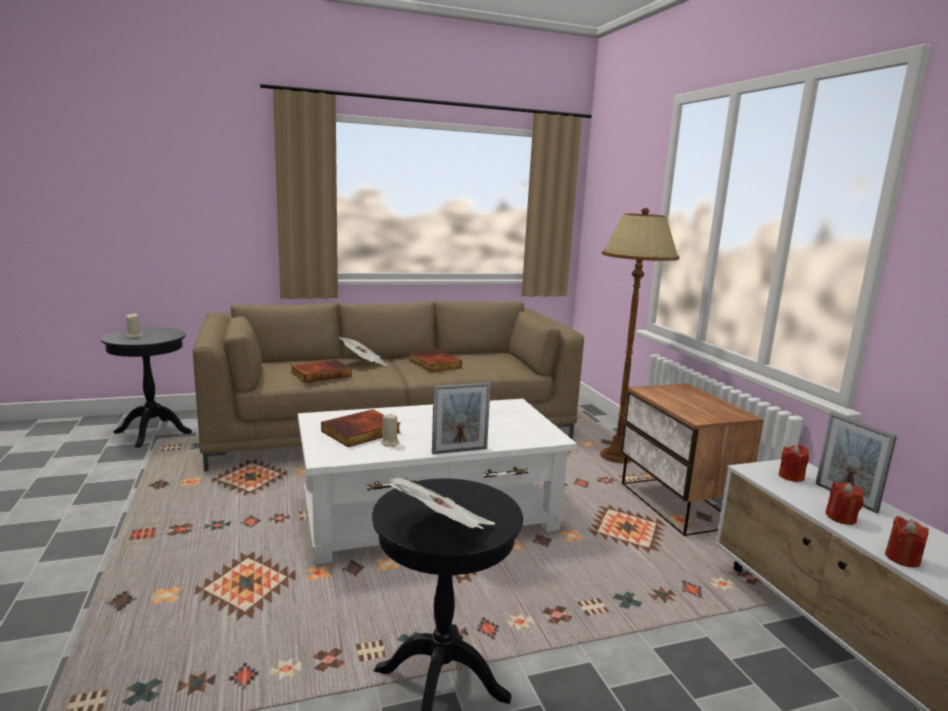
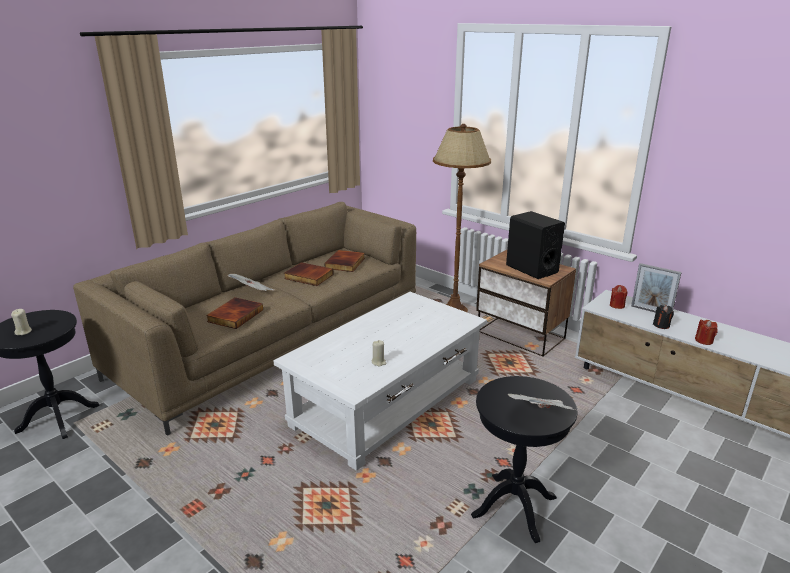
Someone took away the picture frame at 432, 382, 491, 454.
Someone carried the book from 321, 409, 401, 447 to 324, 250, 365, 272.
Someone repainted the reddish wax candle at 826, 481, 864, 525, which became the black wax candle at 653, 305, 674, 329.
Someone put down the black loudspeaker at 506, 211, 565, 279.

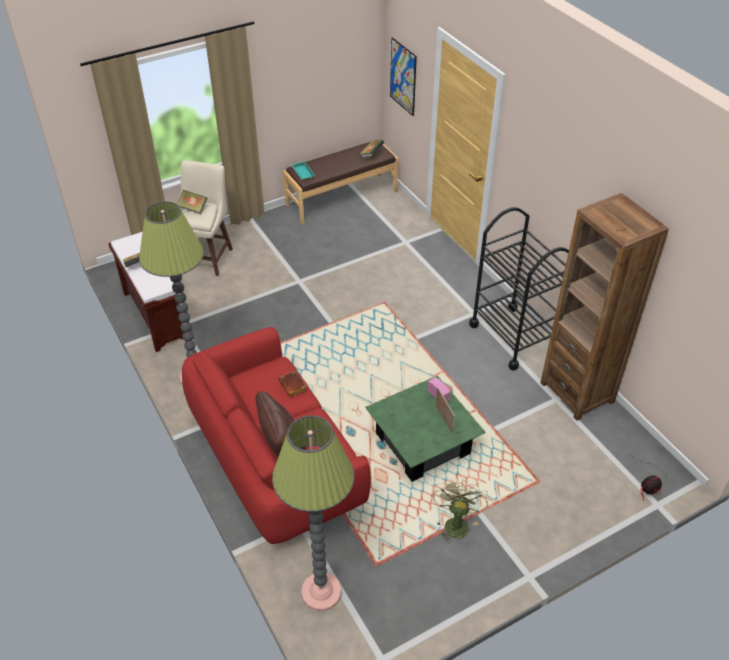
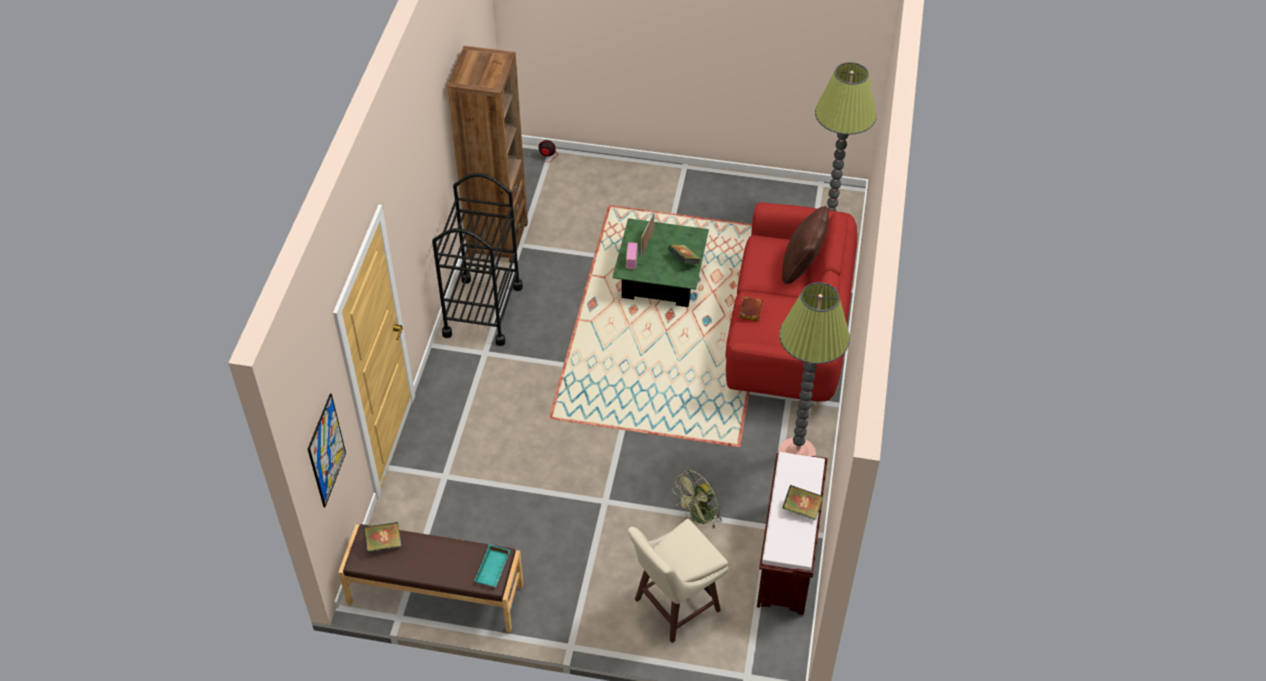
Someone carried the book from 177, 190, 207, 214 to 667, 245, 701, 264.
Someone carried the greenish fan from 433, 479, 488, 544 to 672, 470, 722, 528.

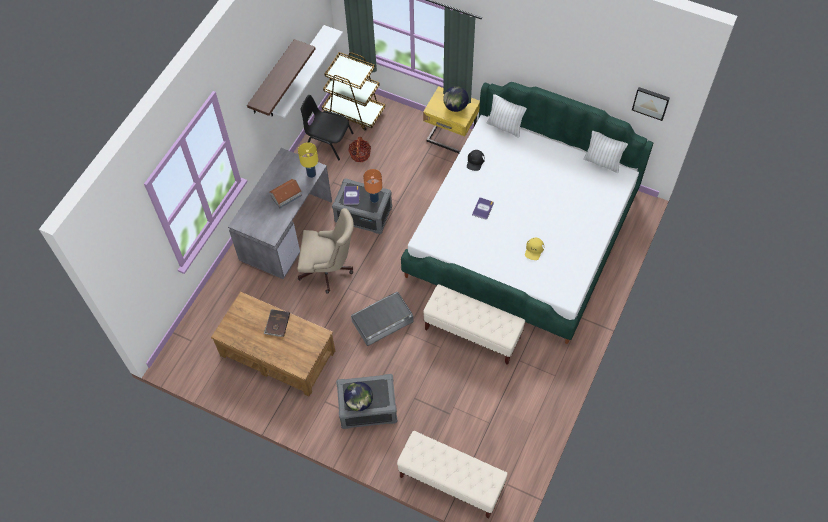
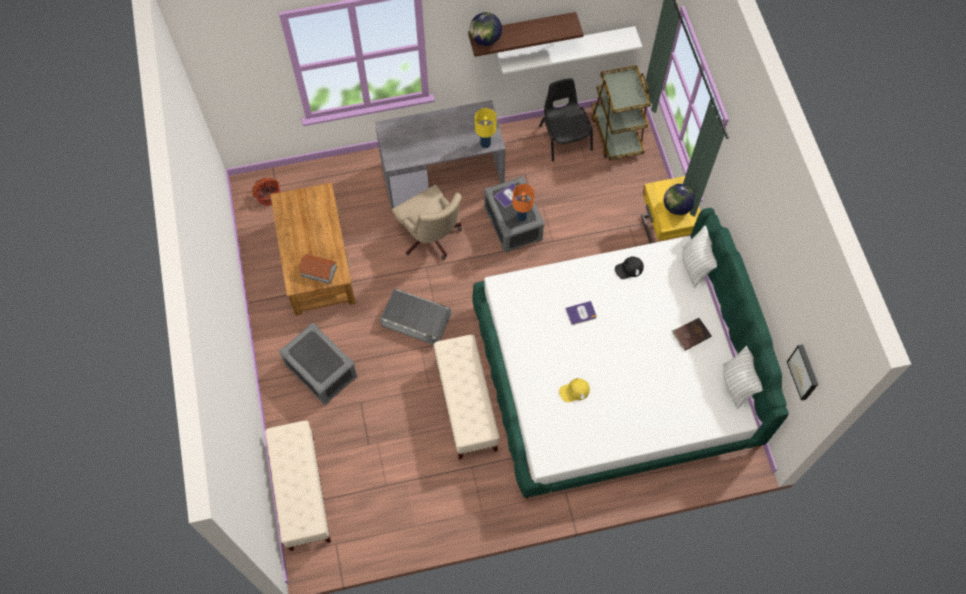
Someone carried the household basket from 348, 137, 371, 162 to 252, 178, 280, 206.
Someone carried the toy house from 269, 179, 302, 208 to 299, 254, 337, 284.
Someone carried the brown book from 264, 309, 290, 337 to 672, 318, 712, 351.
Someone carried the desk globe from 344, 382, 373, 411 to 470, 12, 502, 46.

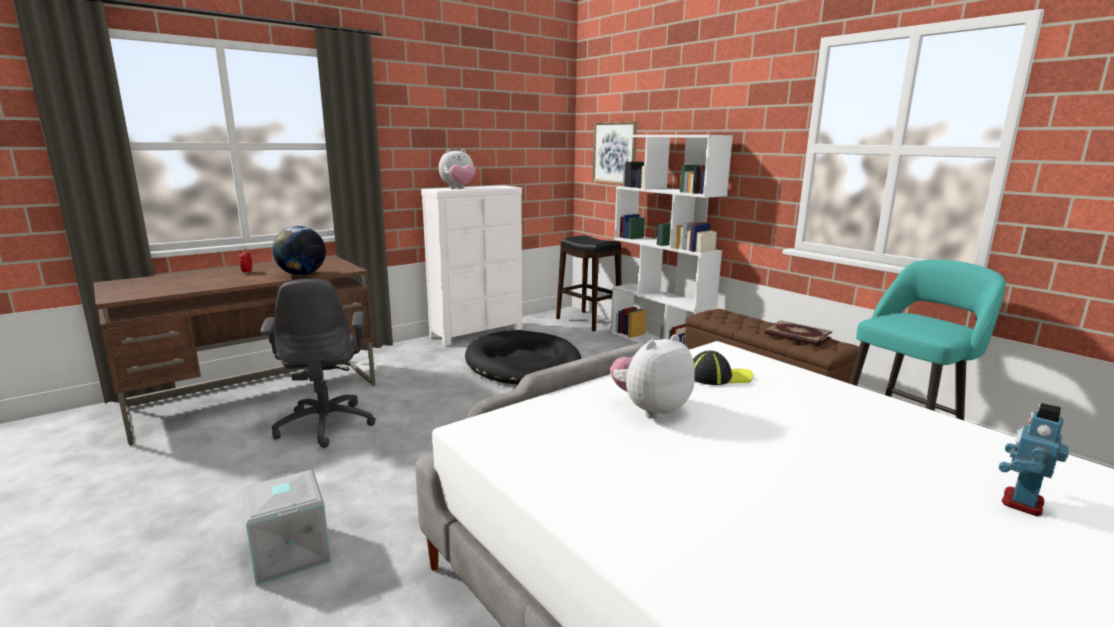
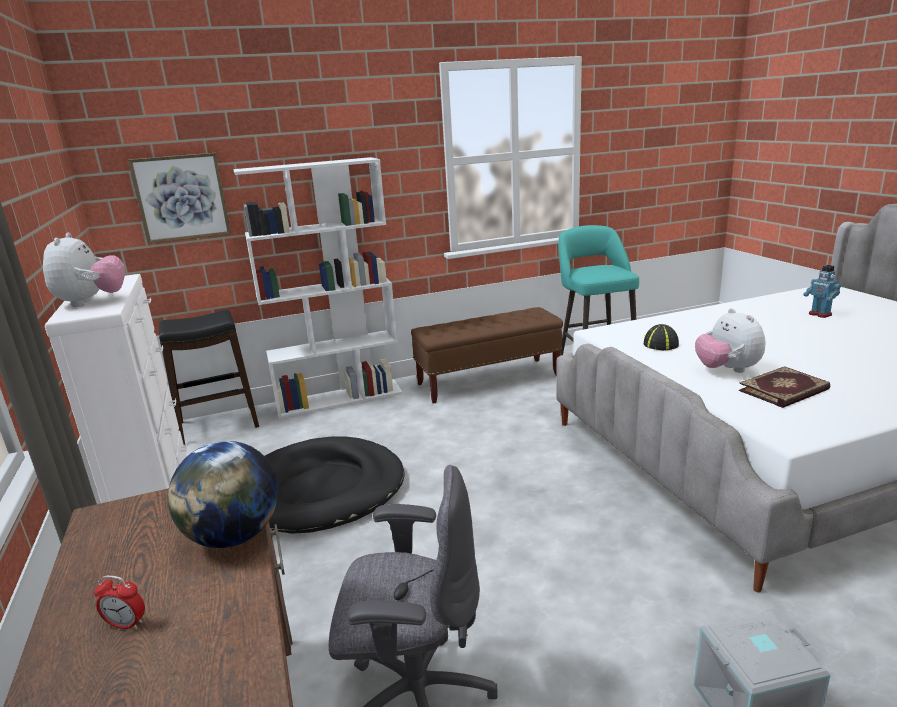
Someone carried the book from 765, 320, 833, 346 to 739, 366, 831, 408.

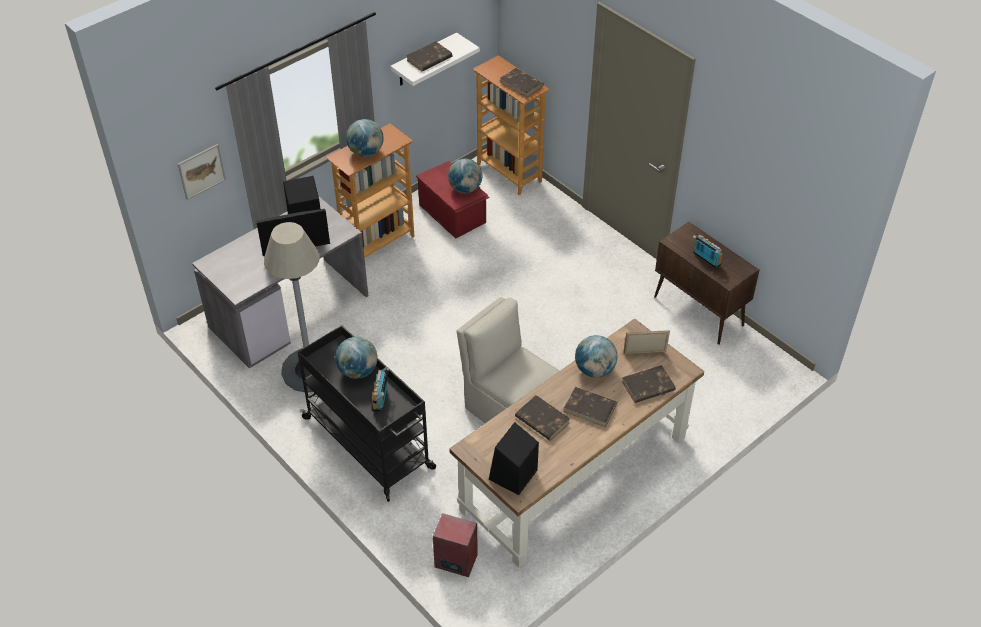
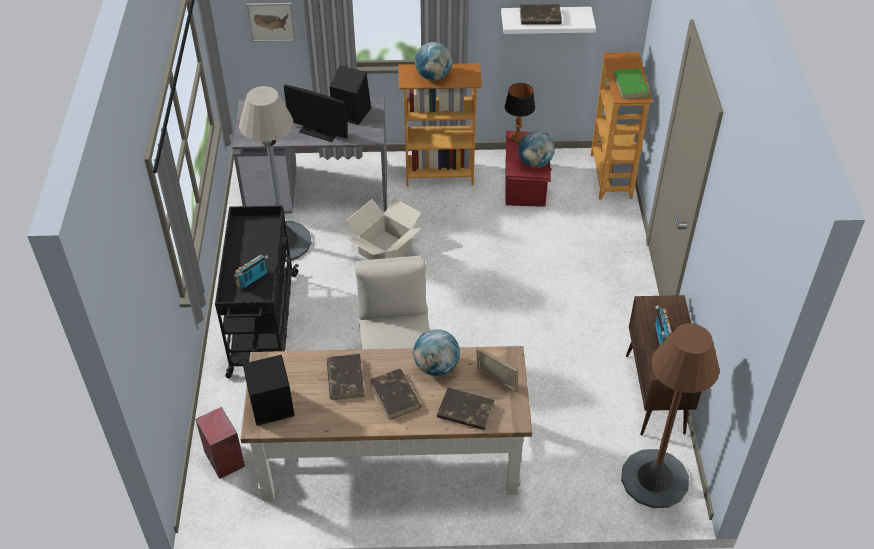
Someone repainted the brown book at 500, 68, 544, 98, which became the greenish book at 613, 69, 650, 99.
Someone took away the desk globe at 335, 337, 378, 379.
Someone put down the tabletop lamp at 505, 83, 535, 143.
Someone put down the carton at 346, 198, 423, 260.
Someone put down the brown standard lamp at 621, 324, 720, 508.

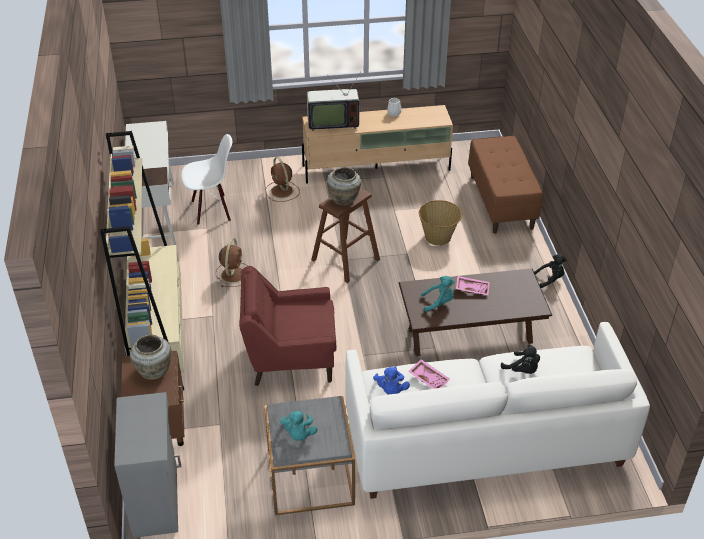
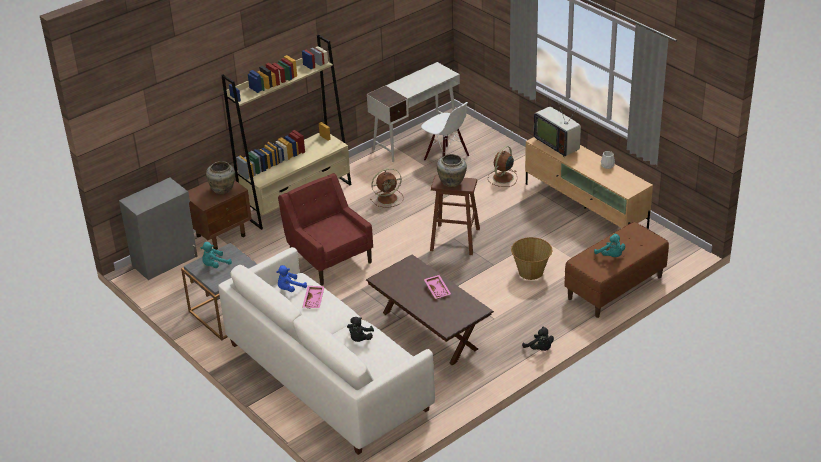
Someone carried the blue-green cuddly toy from 421, 276, 455, 312 to 594, 234, 625, 257.

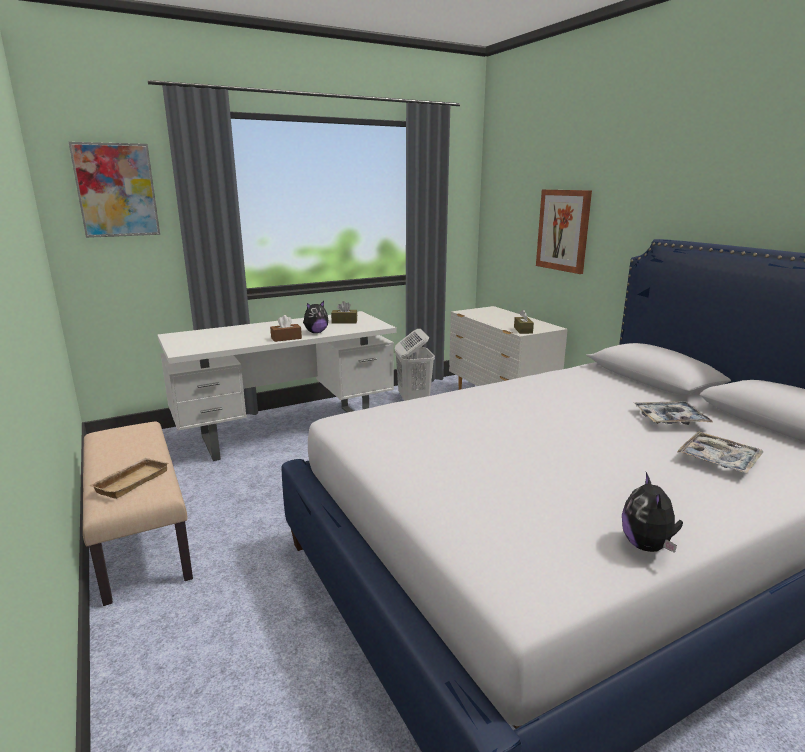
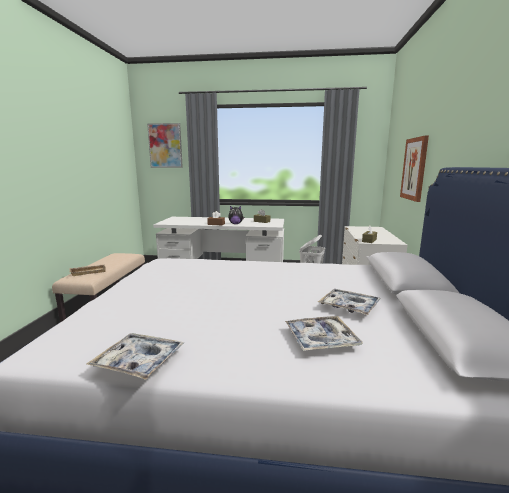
Someone swapped the cuddly toy at 622, 472, 683, 553 for the serving tray at 87, 333, 184, 380.

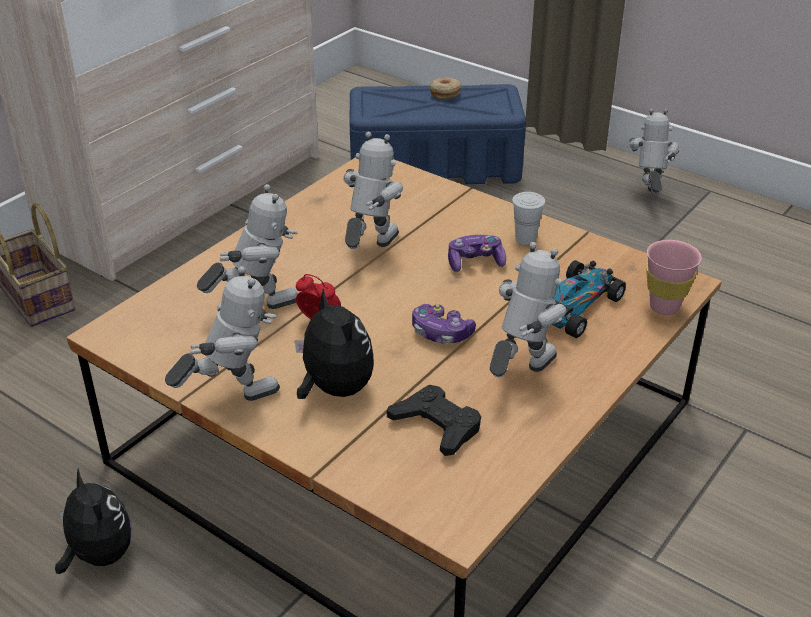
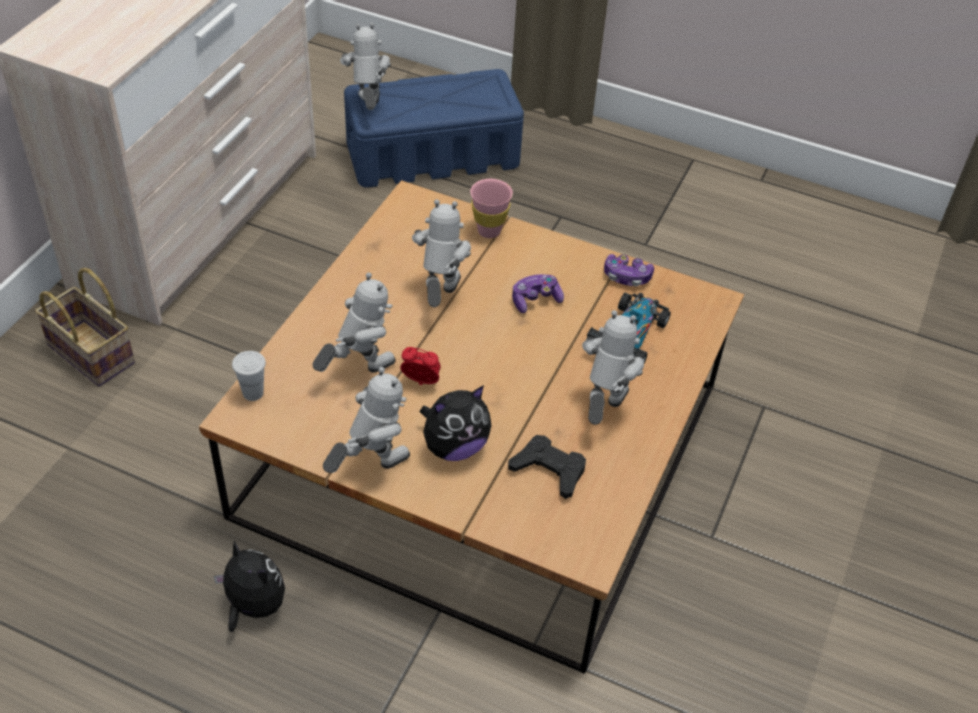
Someone took away the doughnut at 430, 77, 462, 99.
Someone carried the toy robot from 627, 108, 679, 194 to 340, 22, 391, 110.
Someone carried the whitish cup from 512, 192, 546, 245 to 232, 351, 266, 401.
Someone carried the pink cup from 646, 240, 702, 315 to 470, 179, 513, 238.
Someone rotated the cuddly toy at 295, 289, 374, 399 by 105 degrees clockwise.
Someone carried the gamepad from 412, 304, 476, 344 to 604, 254, 654, 286.

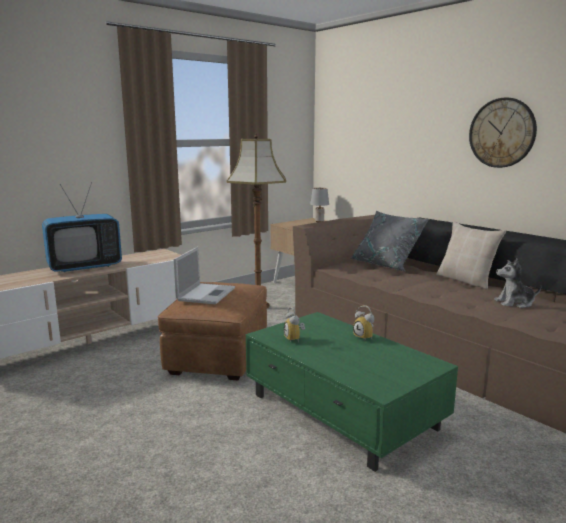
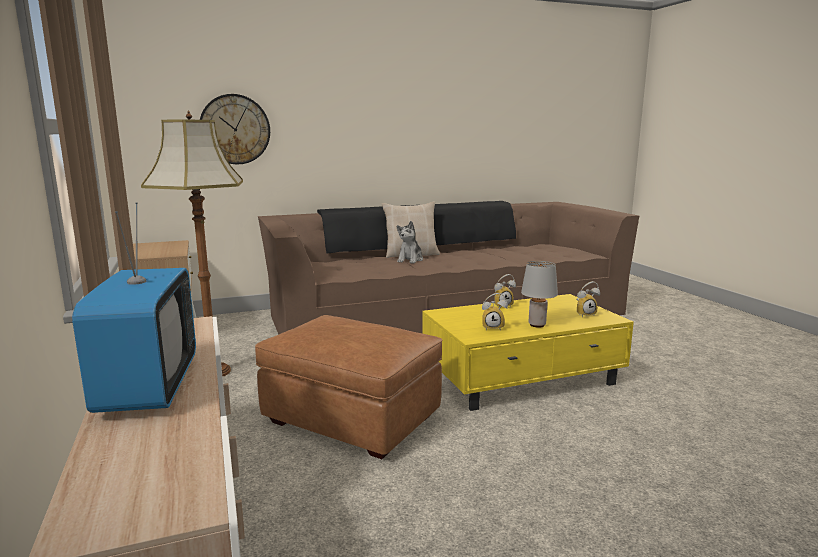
Someone carried the clock on the wall from 469, 98, 537, 168 to 200, 94, 270, 164.
Someone carried the gray tabletop lamp from 311, 188, 329, 222 to 521, 261, 558, 328.
Someone took away the gray cushion at 351, 211, 430, 272.
Someone took away the notebook computer at 173, 247, 235, 304.
Someone carried the cuddly toy from 494, 258, 542, 308 to 397, 221, 423, 263.
Someone repainted the greenish low table at 246, 312, 458, 472, which became the yellow-coloured low table at 422, 294, 634, 411.
Someone put down the bedside clock at 577, 281, 600, 317.

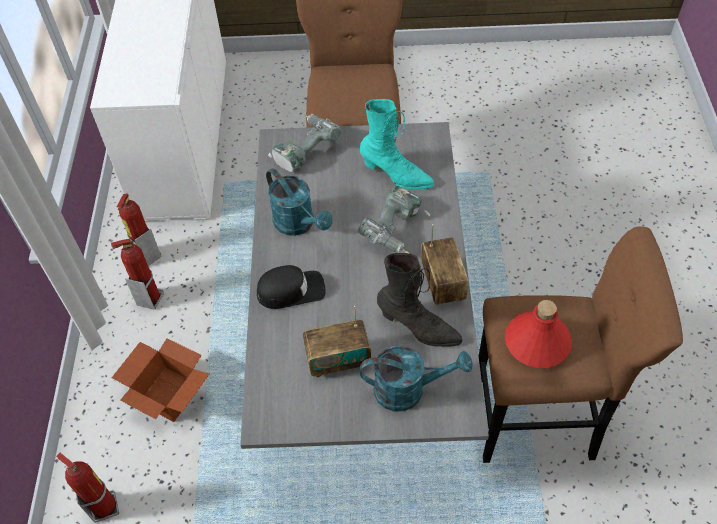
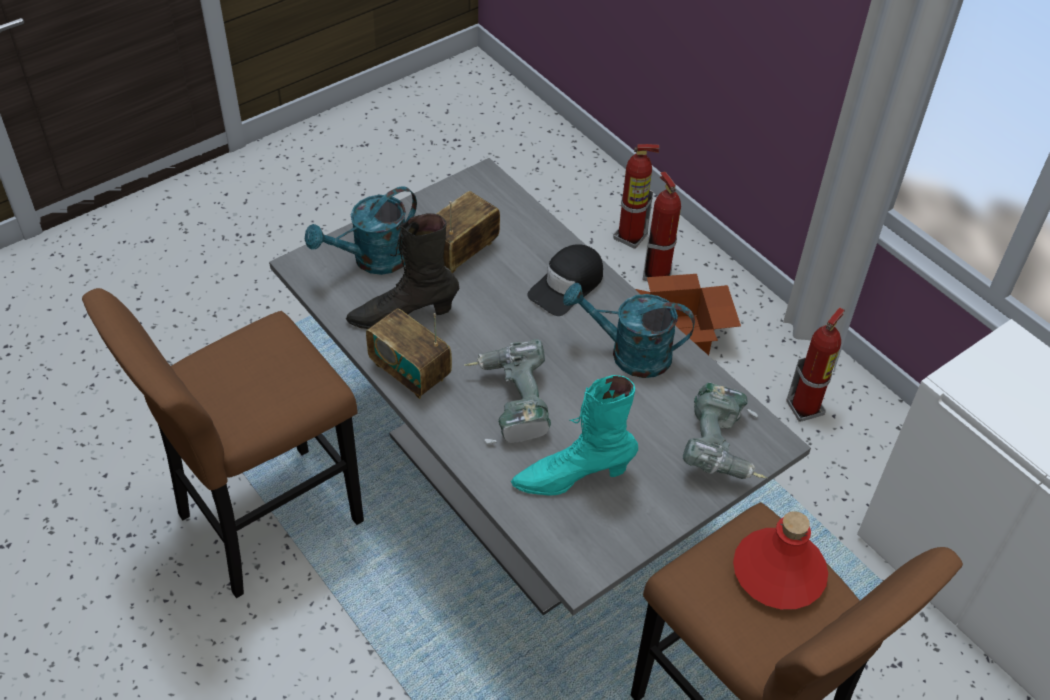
Someone carried the fire extinguisher from 117, 193, 161, 266 to 642, 171, 681, 281.
Someone carried the reddish bottle from 505, 300, 572, 368 to 733, 511, 828, 609.

